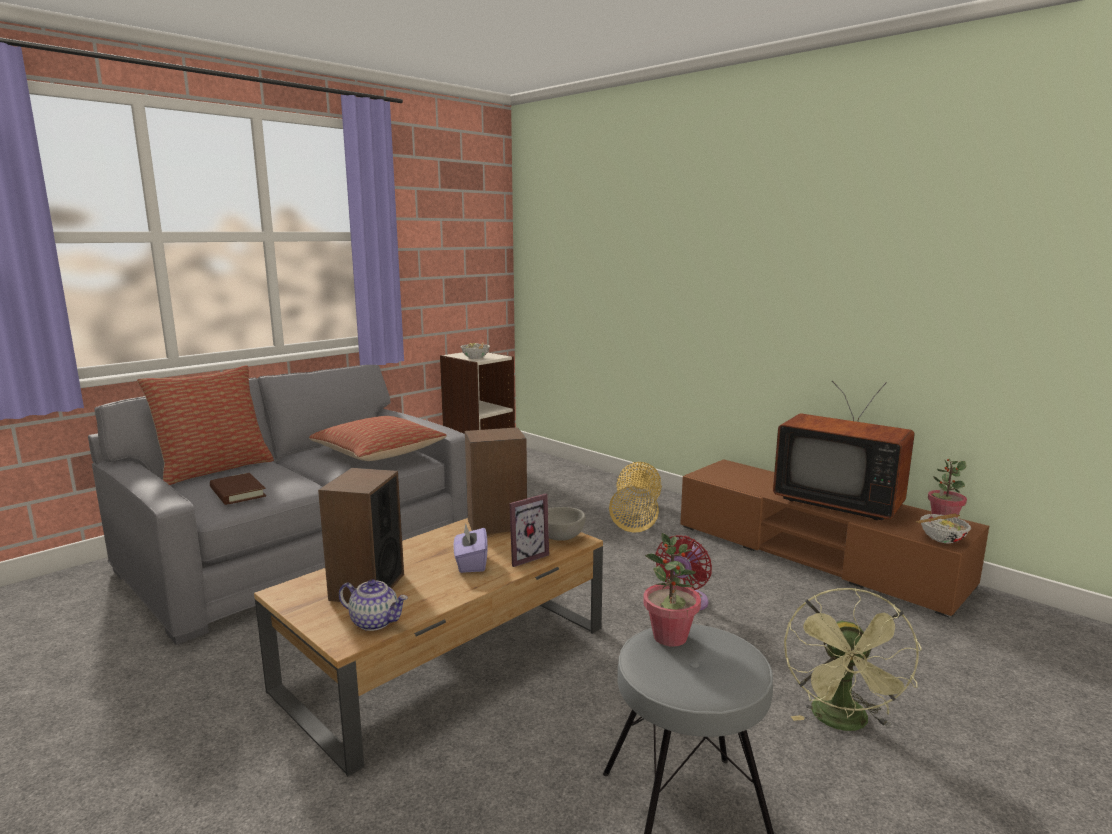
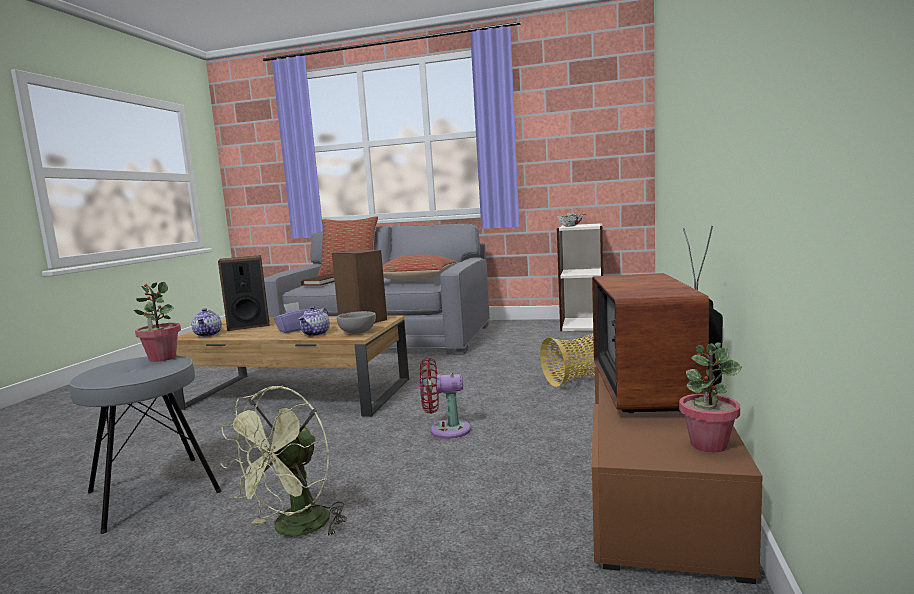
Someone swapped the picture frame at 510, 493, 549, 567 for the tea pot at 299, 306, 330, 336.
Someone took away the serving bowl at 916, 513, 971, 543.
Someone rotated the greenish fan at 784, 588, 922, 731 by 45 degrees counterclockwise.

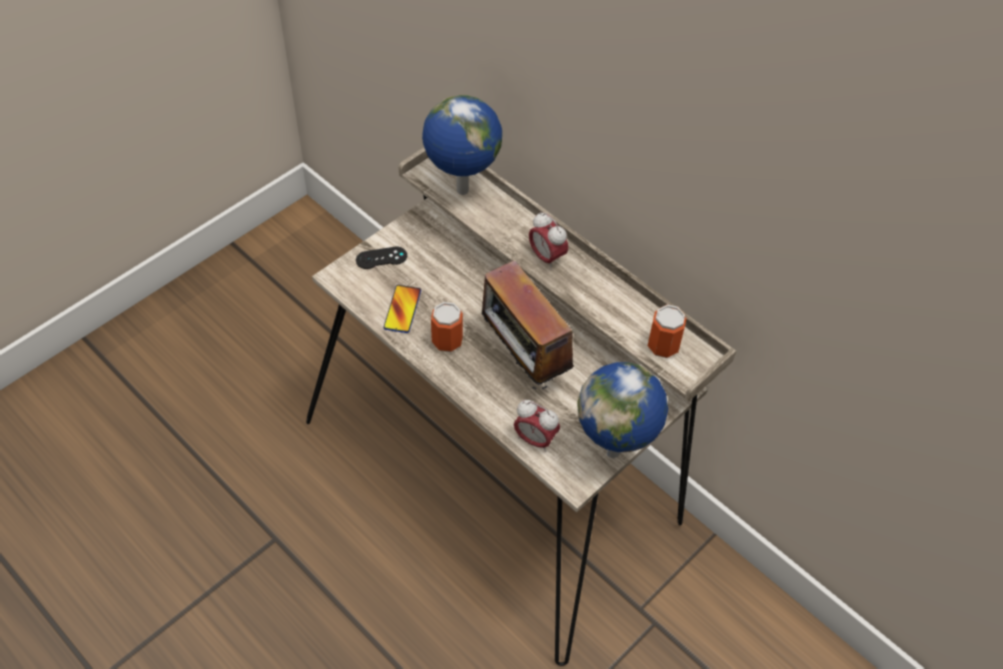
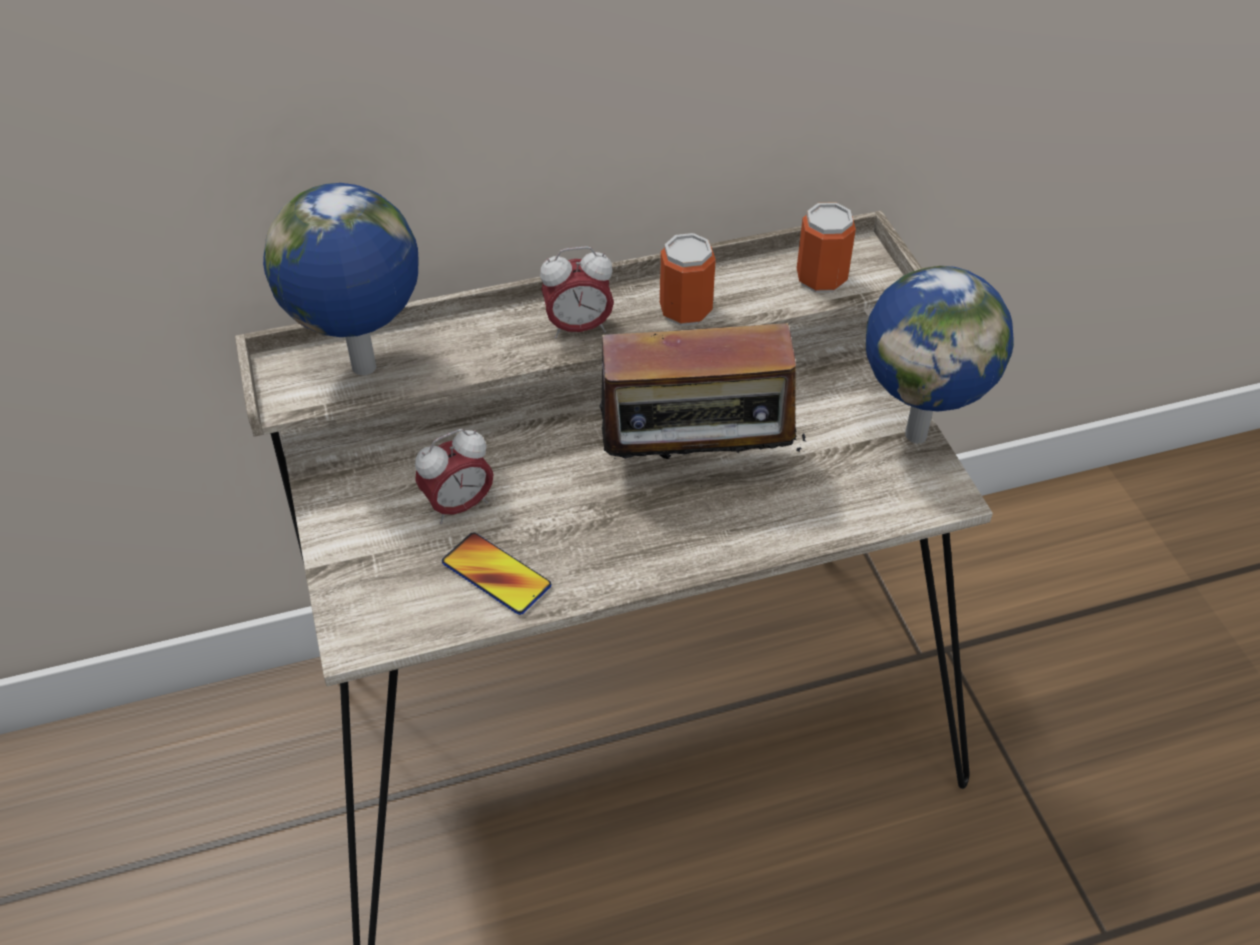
Someone took away the black gamepad at 356, 247, 407, 269.
Someone carried the metal can from 431, 302, 463, 352 to 660, 233, 716, 326.
Someone carried the bedside clock from 514, 400, 560, 452 to 415, 429, 494, 524.

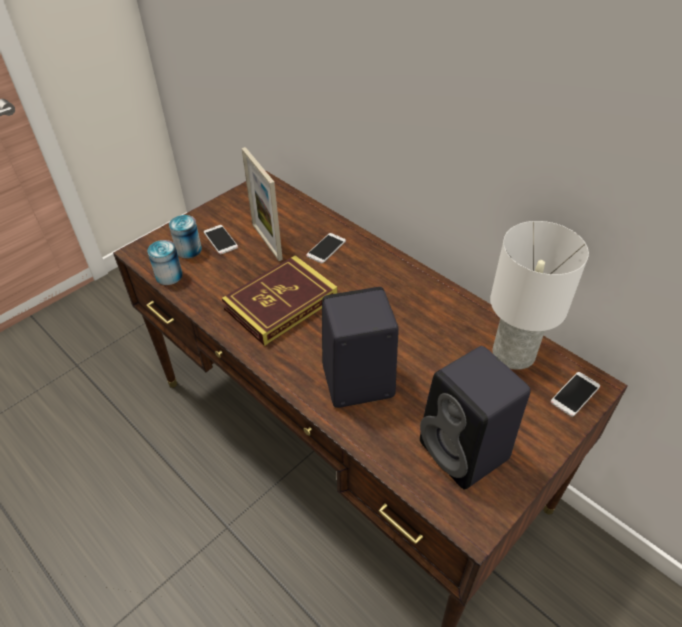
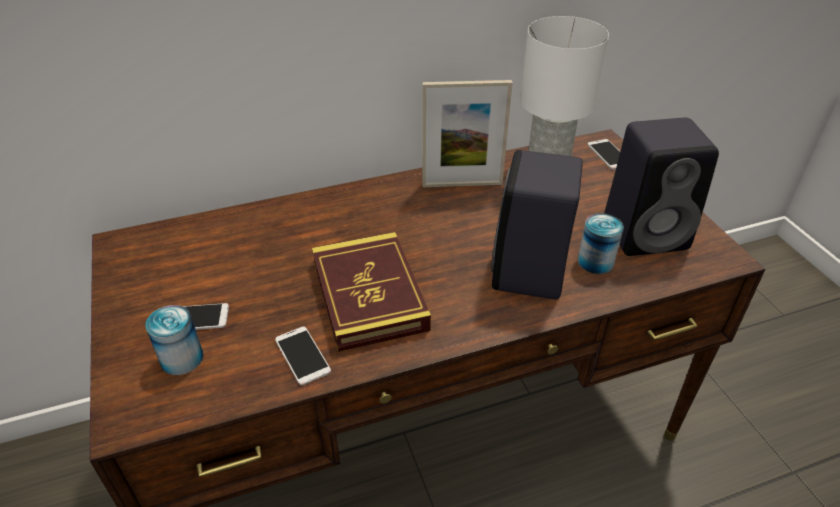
Someone carried the picture frame from 241, 147, 283, 261 to 422, 80, 513, 187.
Someone carried the telephone from 306, 233, 346, 263 to 275, 327, 331, 385.
Someone carried the metal can from 147, 240, 183, 285 to 578, 213, 624, 274.

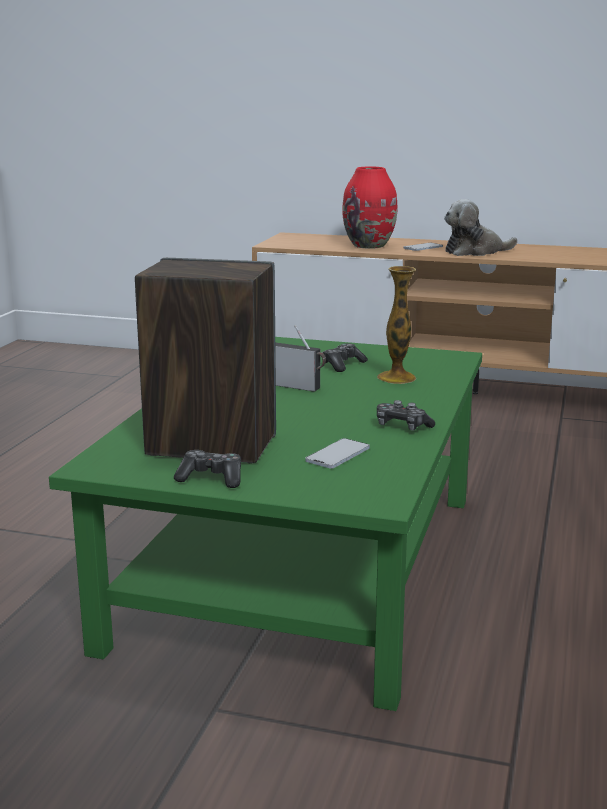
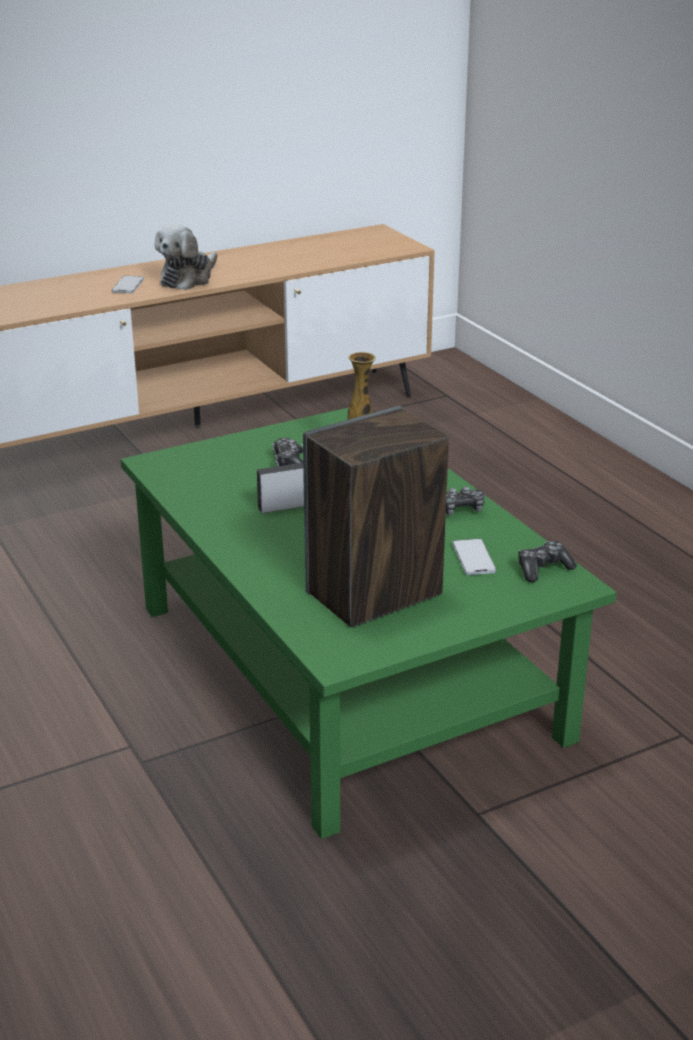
Someone took away the reddish flower vase at 342, 167, 397, 249.
Someone carried the gamepad from 174, 450, 241, 488 to 518, 541, 577, 582.

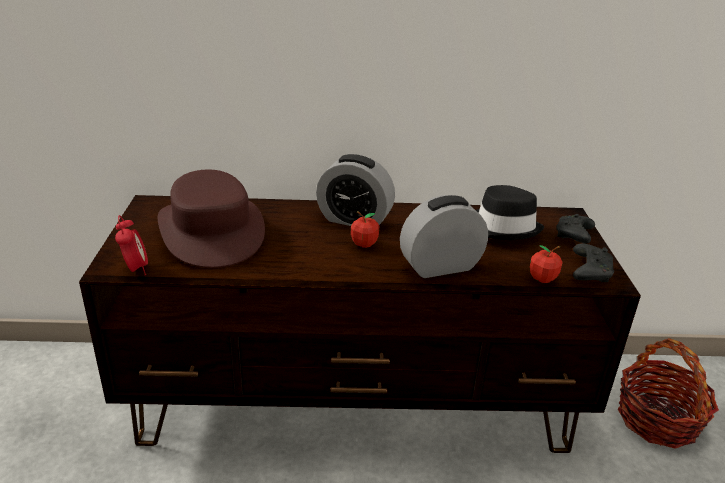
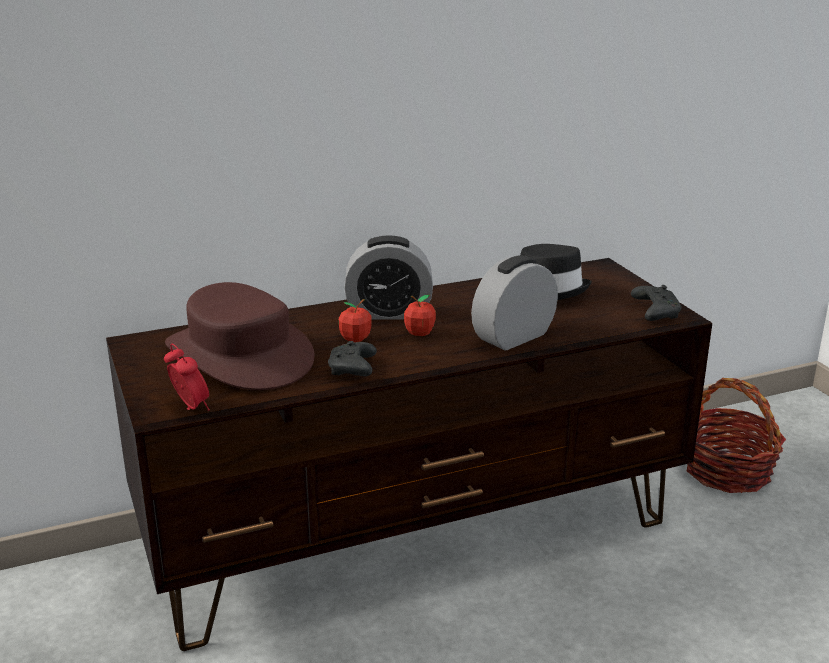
Someone carried the black gamepad from 556, 214, 595, 244 to 328, 341, 377, 376.
Someone carried the whole apple from 530, 245, 562, 283 to 339, 299, 371, 342.

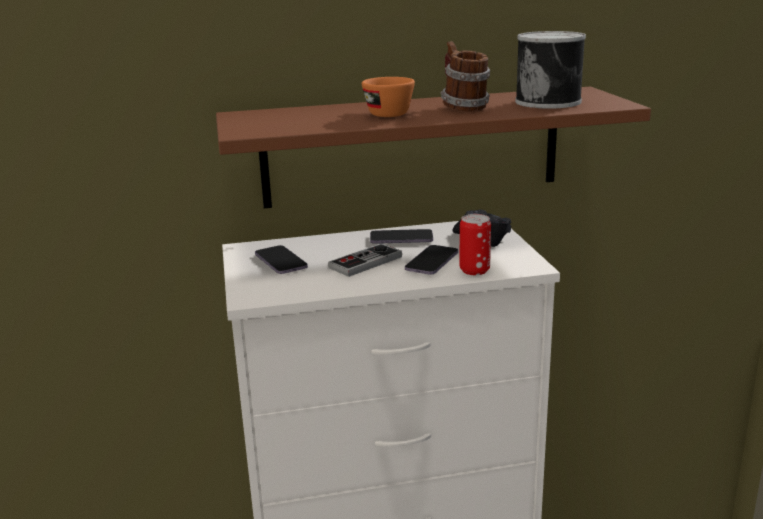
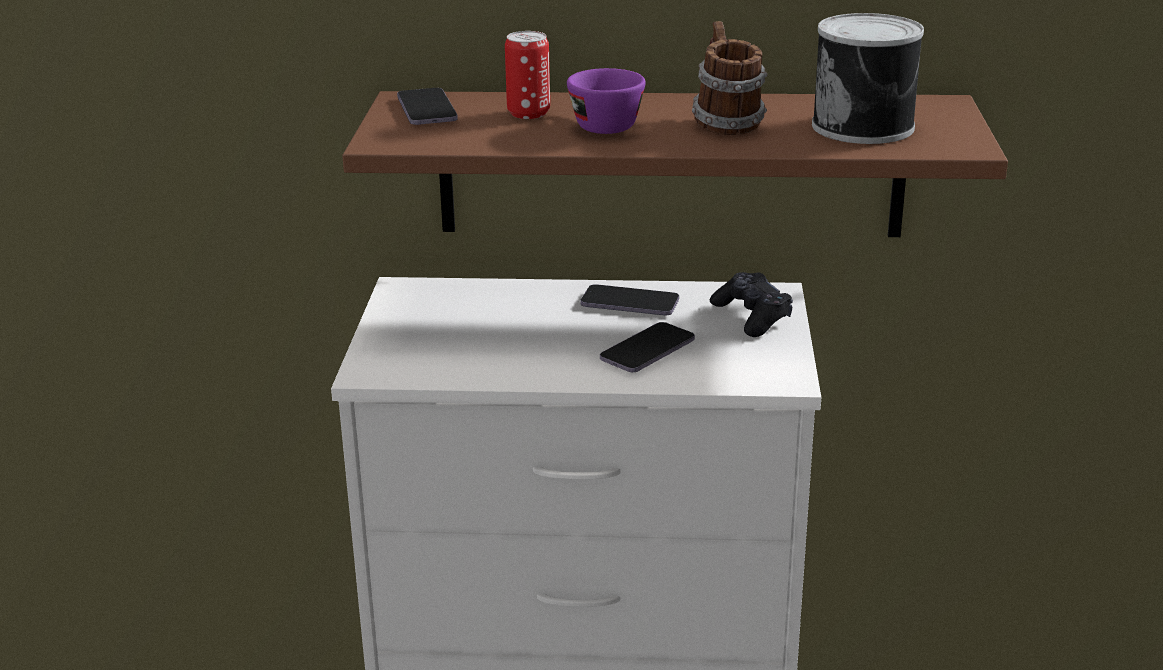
Someone repainted the orange-coloured cup at 362, 77, 415, 117, which became the purple cup at 567, 68, 646, 134.
Someone carried the metal can from 459, 214, 491, 275 to 505, 31, 550, 119.
Someone took away the gamepad at 328, 243, 402, 277.
Someone carried the telephone from 255, 245, 308, 274 to 397, 88, 458, 125.

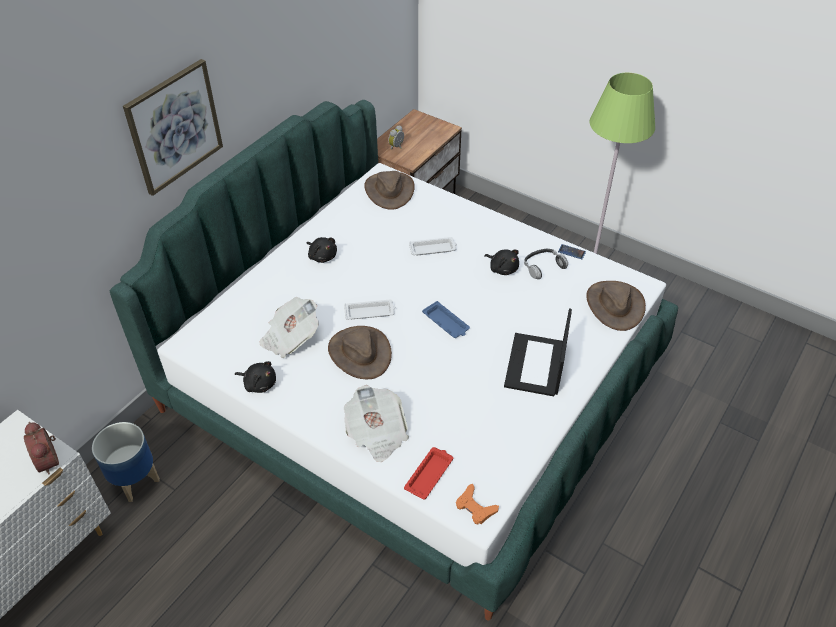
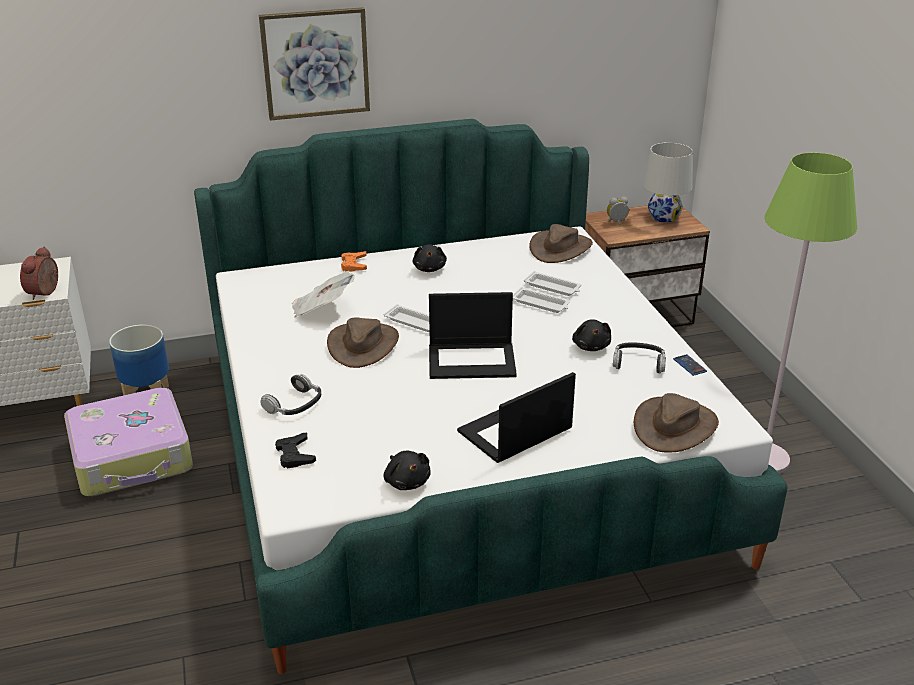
Someone swapped the blue serving tray at 422, 301, 470, 338 for the notebook computer at 429, 292, 517, 379.
Someone carried the black cuddly toy from 235, 361, 276, 393 to 384, 451, 431, 490.
Someone swapped the printed paper at 344, 385, 409, 462 for the pair of headphones at 260, 374, 321, 415.
Someone swapped the reddish serving tray at 404, 447, 453, 500 for the black gamepad at 275, 432, 316, 468.
Someone carried the orange-coloured gamepad from 456, 484, 499, 525 to 341, 251, 367, 272.
Someone put down the whitish tabletop lamp at 643, 142, 693, 223.
Someone put down the whitish serving tray at 524, 271, 581, 296.
Someone put down the piece of luggage at 64, 388, 193, 496.

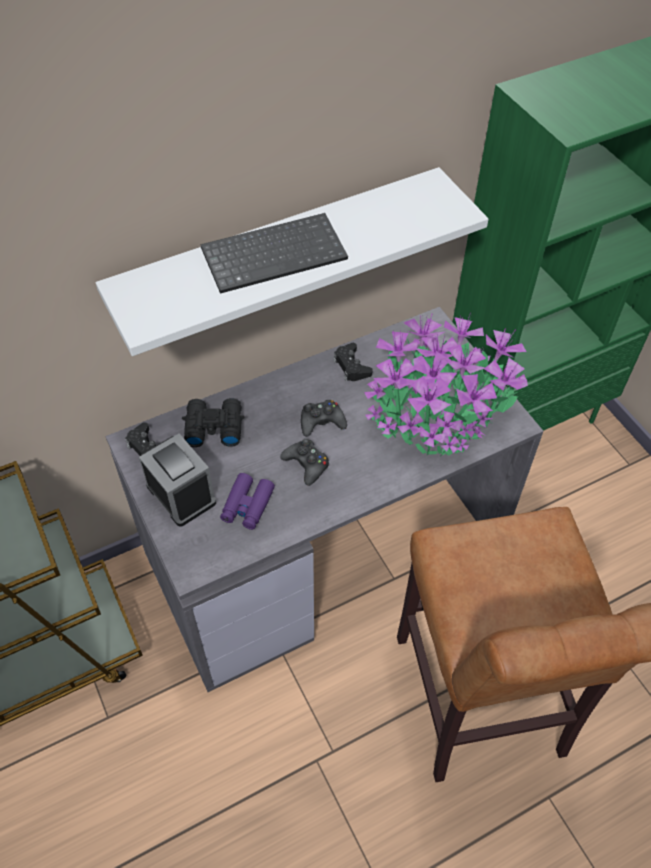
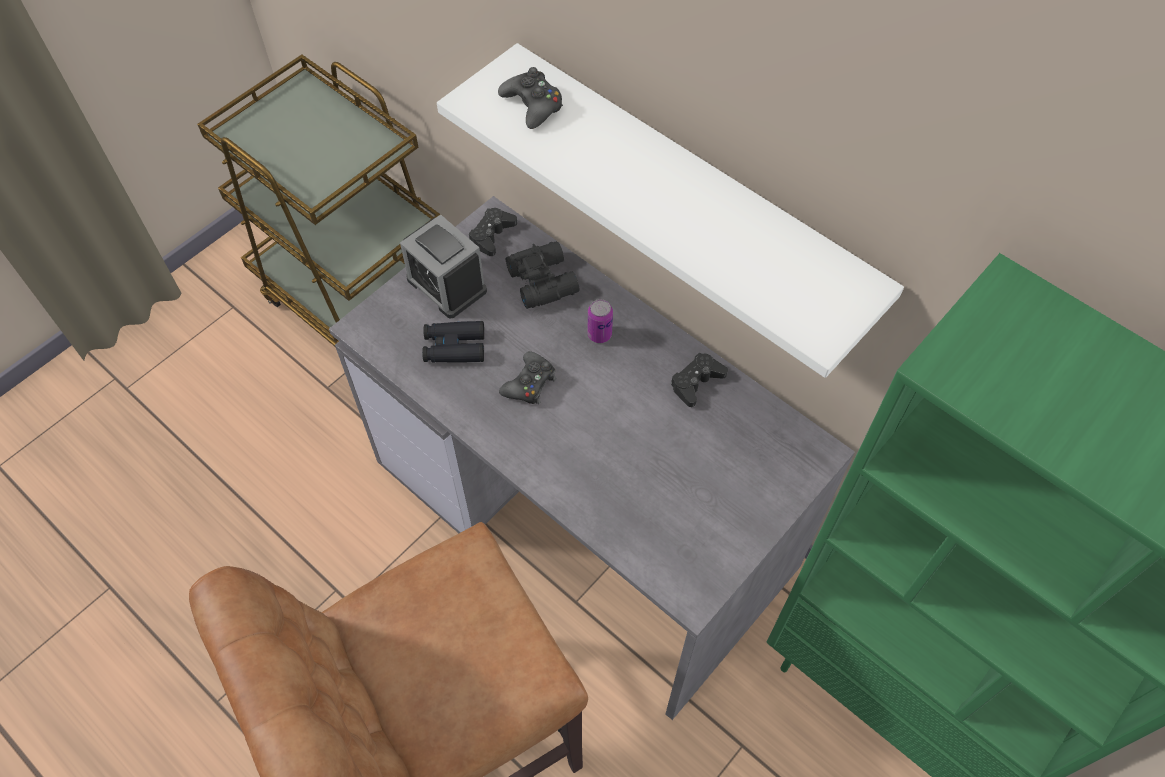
Someone took away the keyboard at 200, 213, 348, 294.
Someone took away the houseplant at 364, 312, 528, 457.
Someone carried the black gamepad from 301, 400, 347, 437 to 498, 67, 563, 129.
Someone rotated the bedside clock at 139, 434, 216, 527 by 105 degrees clockwise.
Someone repainted the purple binoculars at 220, 473, 275, 530, which became the black binoculars at 422, 321, 484, 363.
Someone put down the metal can at 588, 299, 613, 343.

